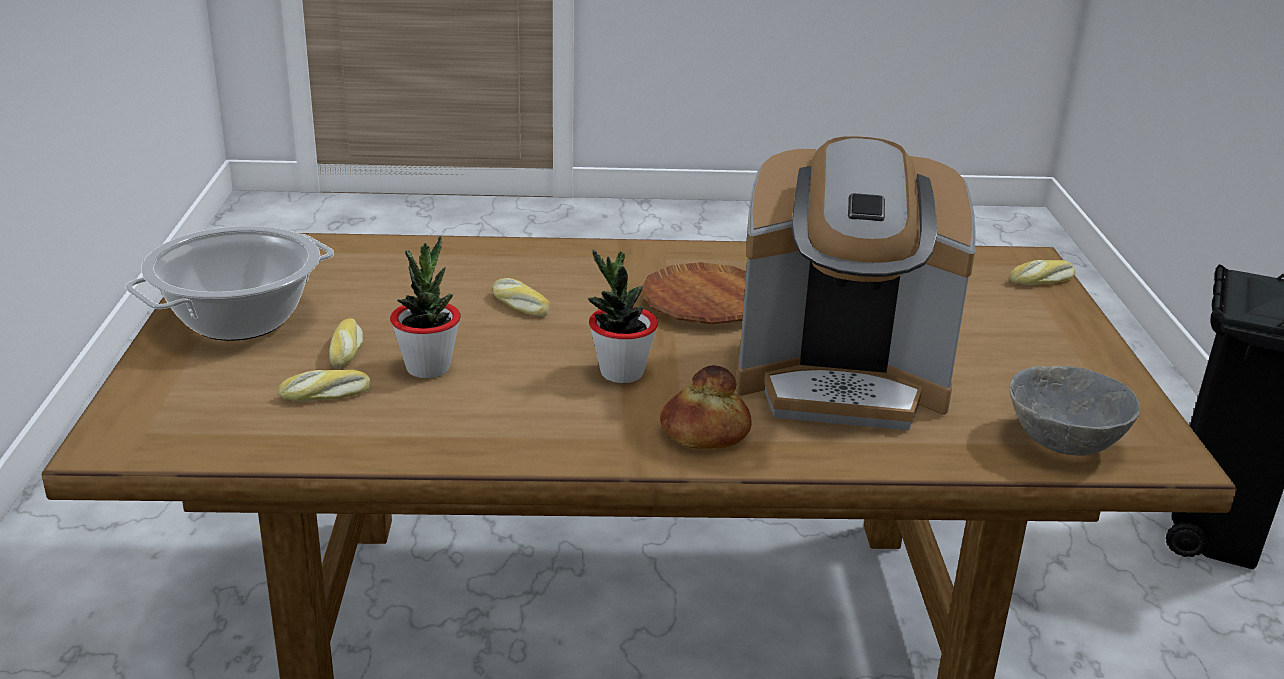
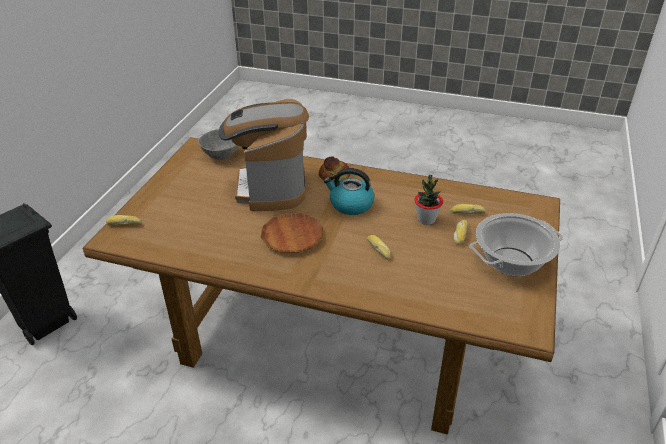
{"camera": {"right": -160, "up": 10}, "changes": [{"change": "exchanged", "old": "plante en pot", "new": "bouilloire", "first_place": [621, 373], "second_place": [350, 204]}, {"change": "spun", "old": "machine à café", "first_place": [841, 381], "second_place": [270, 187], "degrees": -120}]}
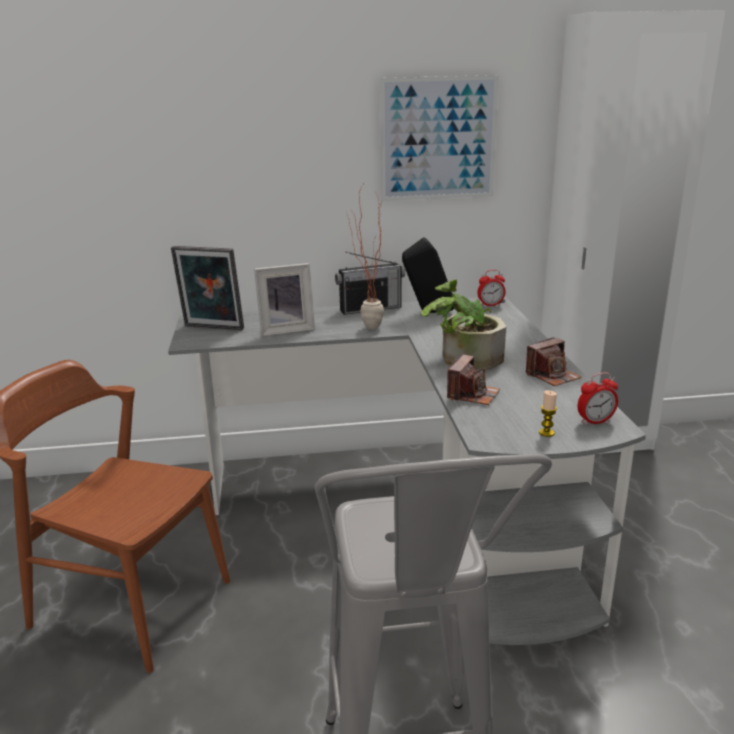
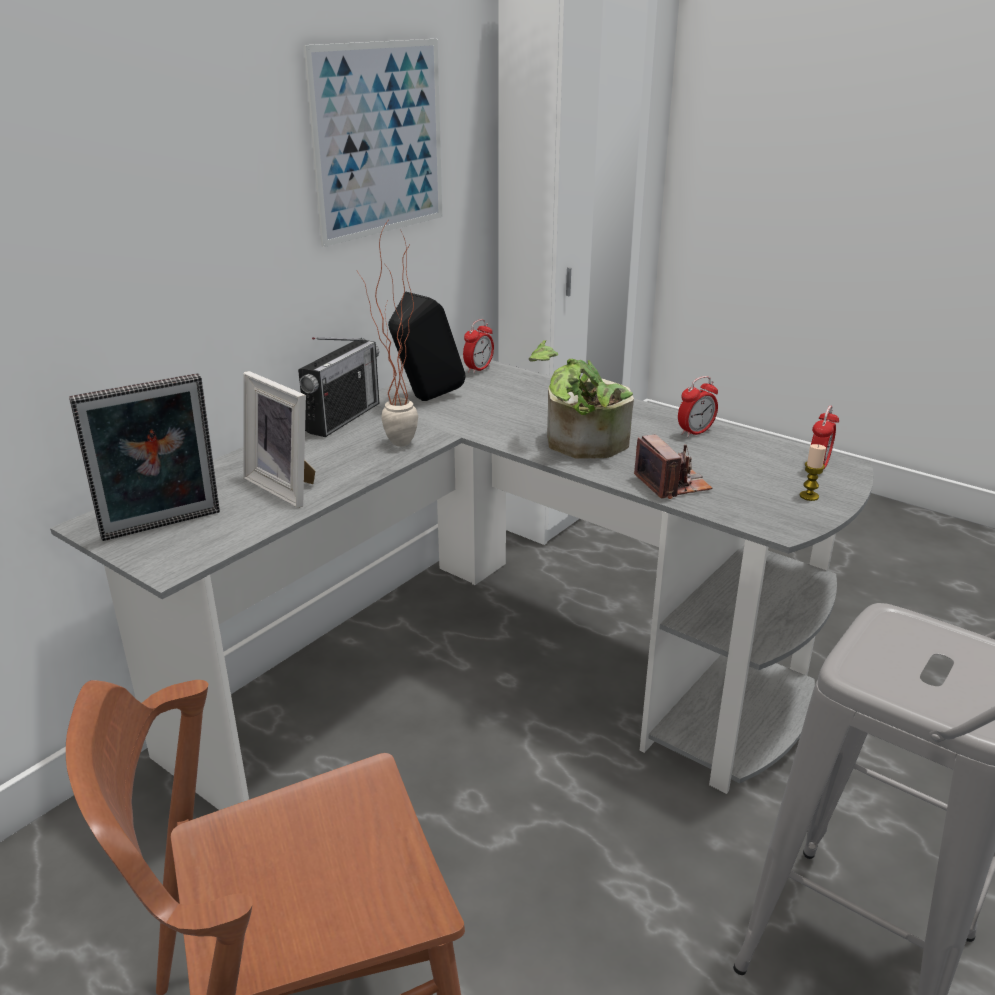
{"camera": {"right": -45, "up": 5}, "changes": [{"change": "spun", "old": "cadre photo", "first_place": [286, 329], "second_place": [287, 486], "degrees": 105}, {"change": "exchanged", "old": "appareil photo", "new": "réveil", "first_place": [552, 376], "second_place": [695, 432]}]}
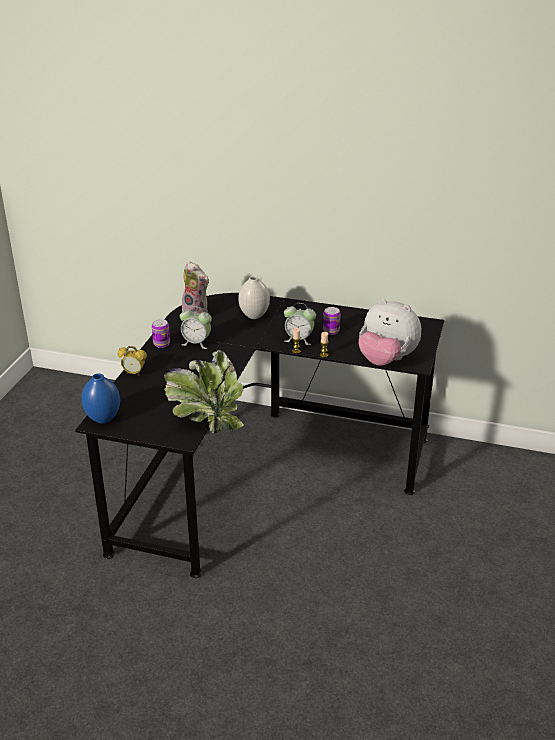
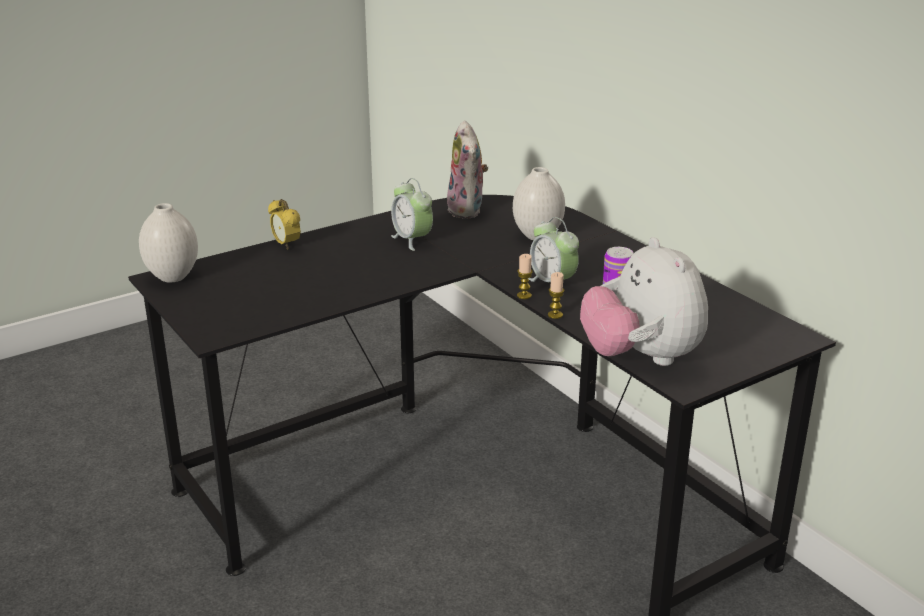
{"camera": {"right": 40, "up": -5}, "changes": [{"change": "colour", "old": "vase/bleu", "new": "vase/blanc", "first_place": [102, 418], "second_place": [172, 277]}, {"change": "missing", "old": "boîte métallique", "first_place": [161, 343]}, {"change": "missing", "old": "plante en pot", "first_place": [206, 419]}]}
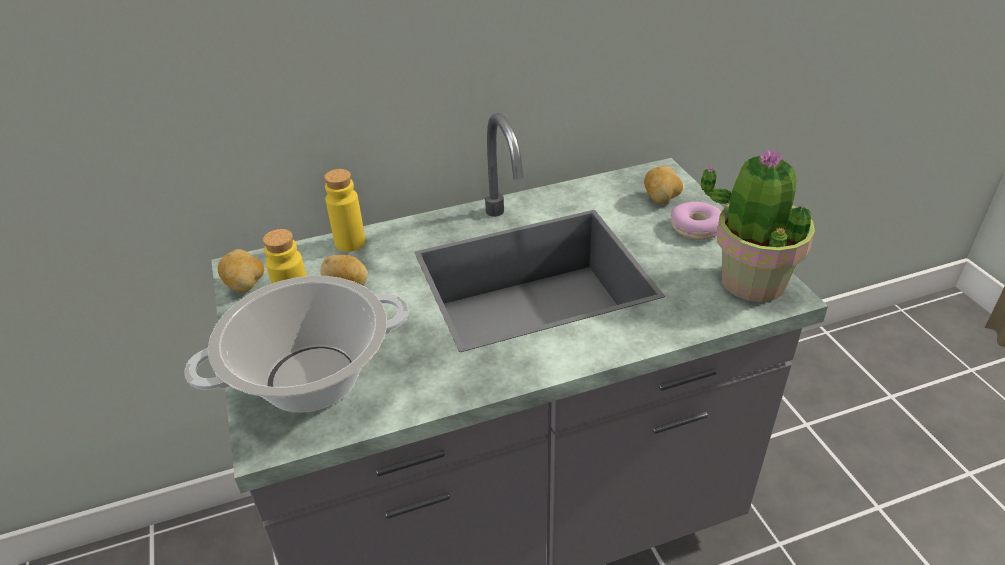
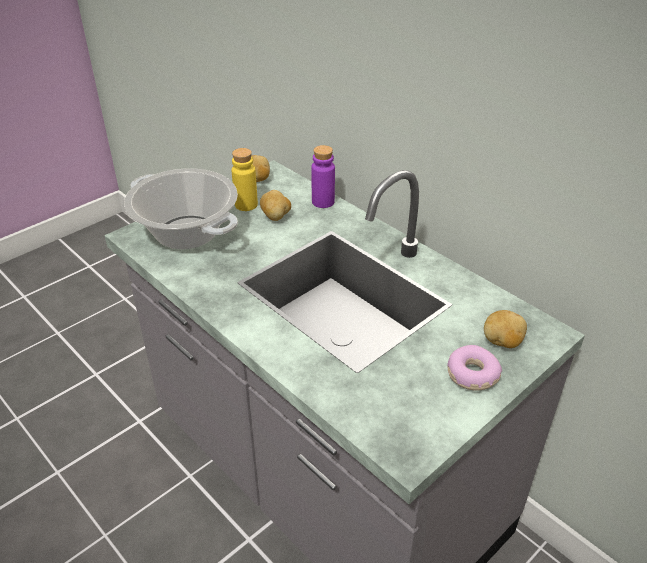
{"camera": {"right": 65, "up": 0}, "changes": [{"change": "colour", "old": "bouteille/jaune", "new": "bouteille/violet", "first_place": [350, 243], "second_place": [323, 202]}, {"change": "missing", "old": "plante en pot", "first_place": [752, 280]}]}
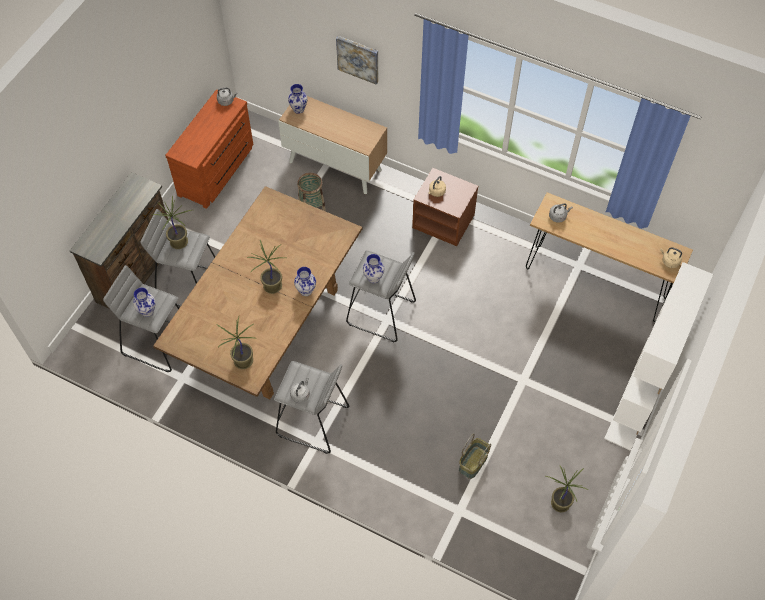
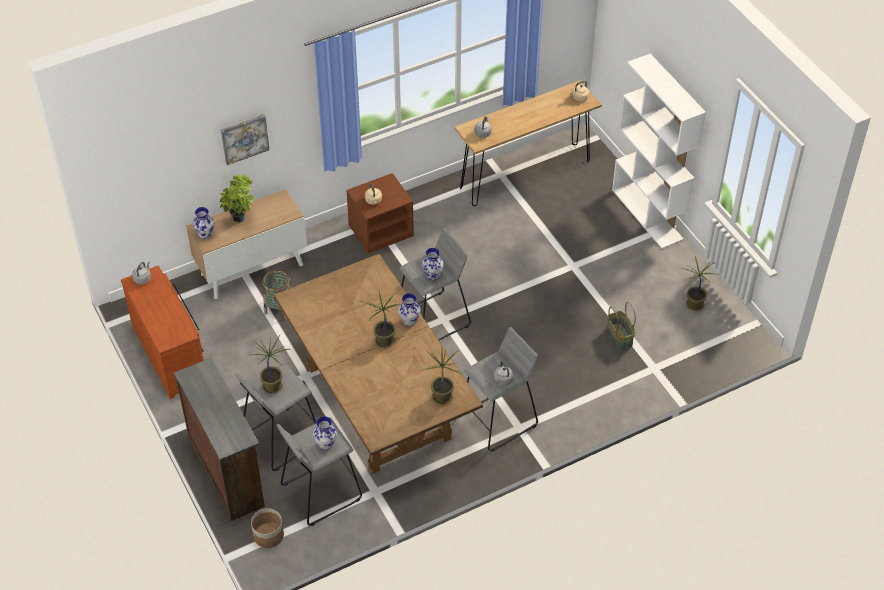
{"camera": {"right": -55, "up": -10}, "changes": [{"change": "appeared", "new": "plante en pot", "second_place": [241, 220]}, {"change": "appeared", "new": "cache-pot", "second_place": [269, 535]}]}
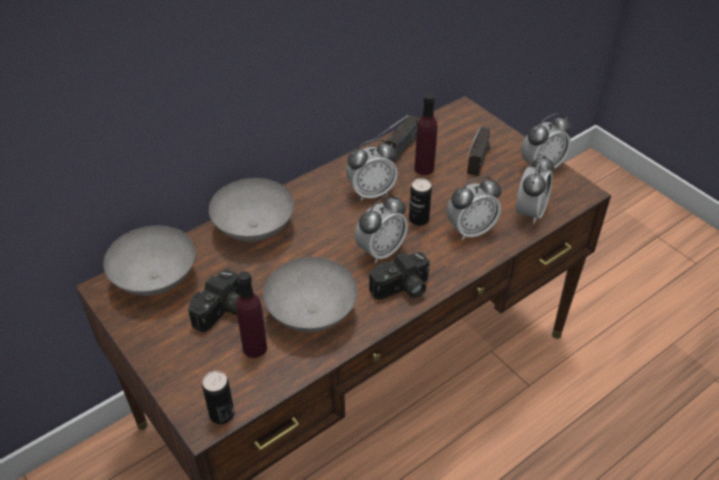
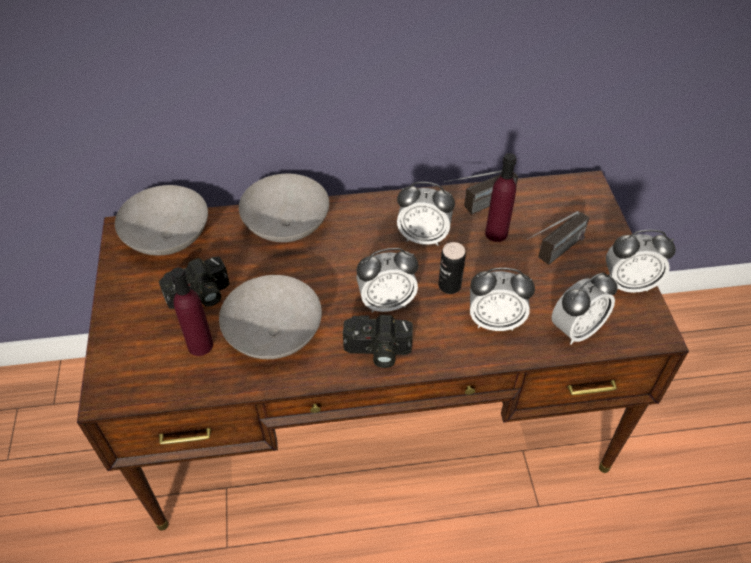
{"camera": {"right": 30, "up": 5}, "changes": [{"change": "missing", "old": "boîte métallique", "first_place": [222, 414]}]}
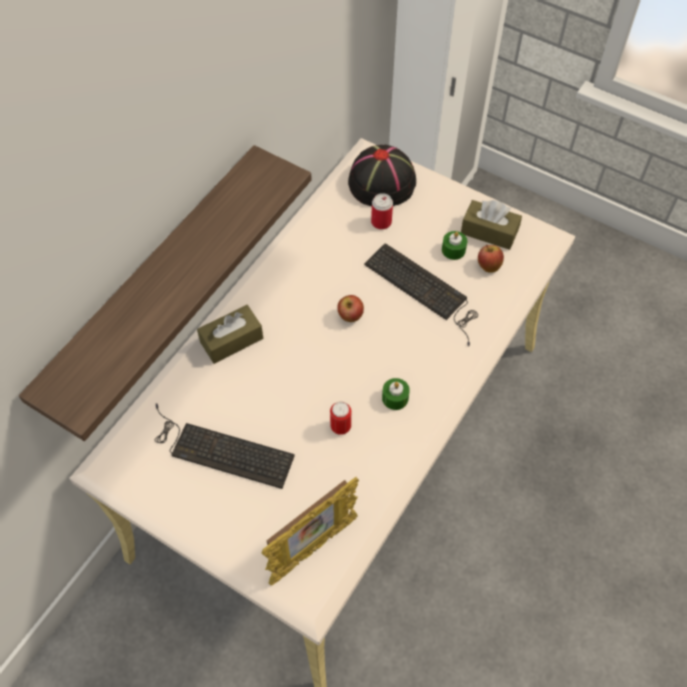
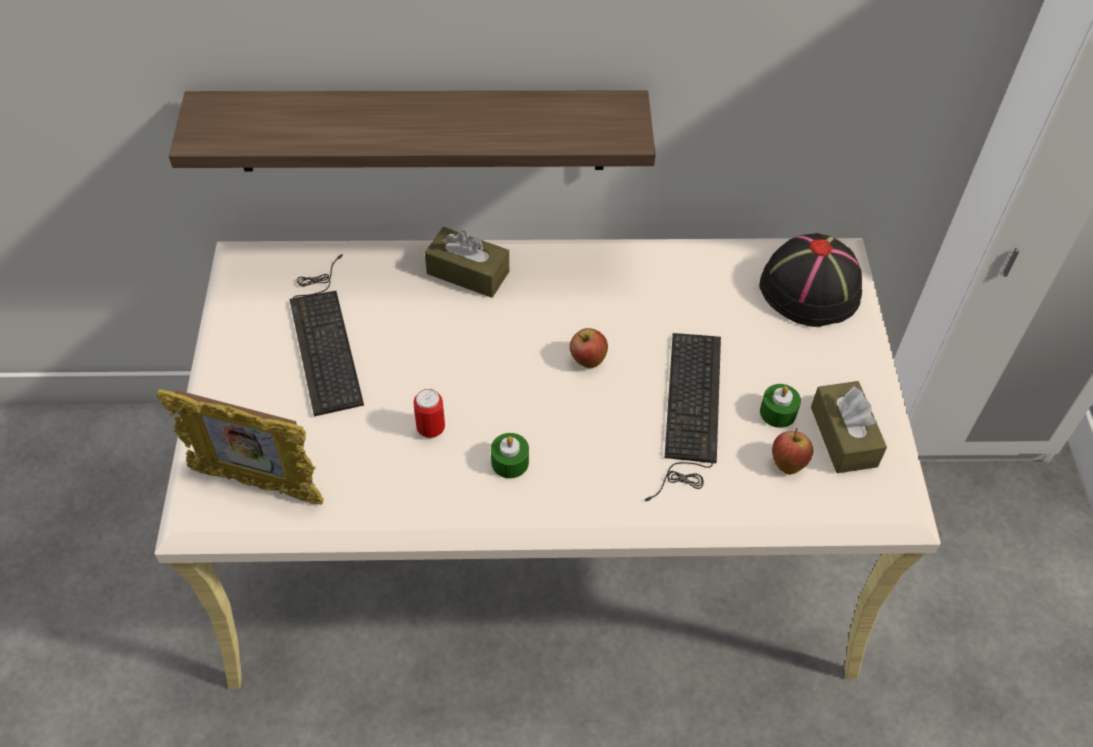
{"camera": {"right": 55, "up": -5}, "changes": [{"change": "missing", "old": "boîte métallique", "first_place": [381, 222]}]}
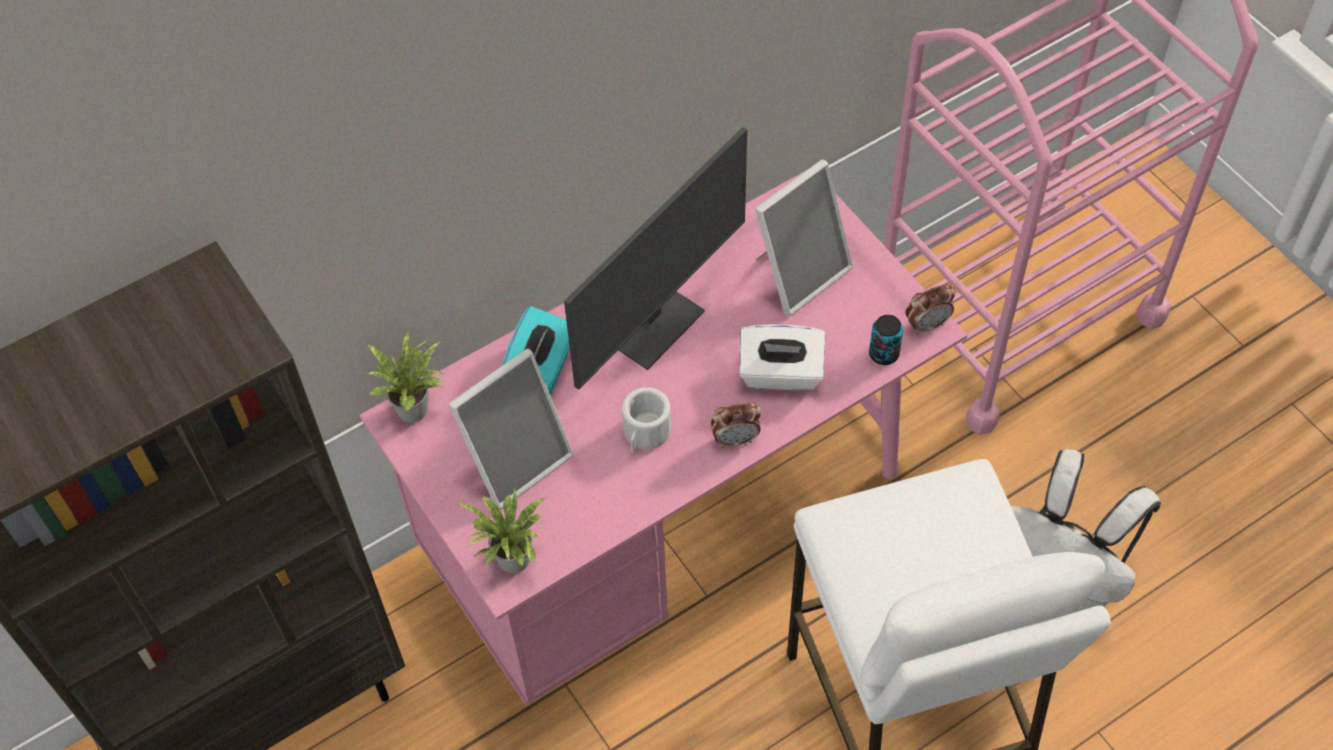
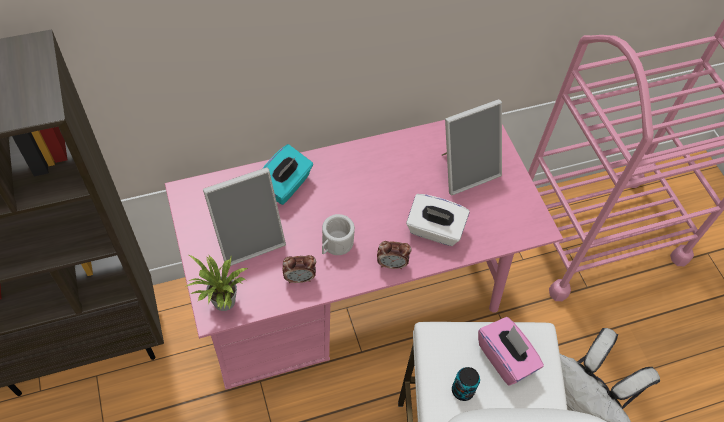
{"camera": {"right": 10, "up": 0}, "changes": [{"change": "missing", "old": "plante en pot", "first_place": [417, 408]}, {"change": "missing", "old": "écran d'ordinateur", "first_place": [651, 323]}, {"change": "relocated", "old": "boîte métallique", "first_place": [884, 354], "second_place": [462, 390]}, {"change": "relocated", "old": "réveil", "first_place": [927, 325], "second_place": [299, 278]}, {"change": "appeared", "new": "boîte à mouchoirs/rose", "second_place": [505, 358]}]}
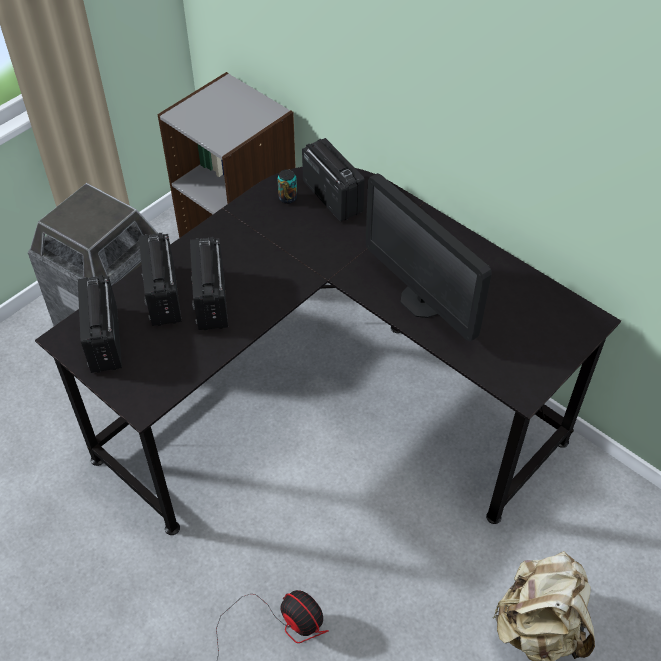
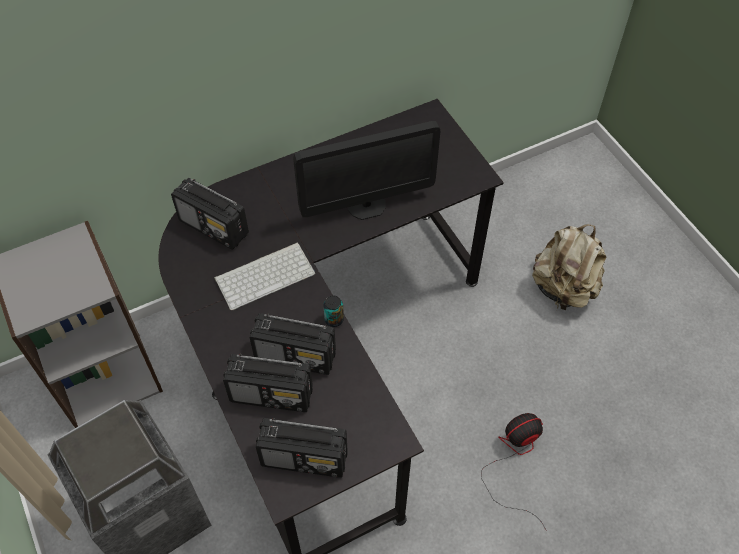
{"camera": {"right": -70, "up": 5}, "changes": [{"change": "relocated", "old": "boîte métallique", "first_place": [287, 198], "second_place": [334, 319]}, {"change": "spun", "old": "radio", "first_place": [332, 196], "second_place": [214, 227], "degrees": -135}, {"change": "appeared", "new": "clavier", "second_place": [265, 275]}]}
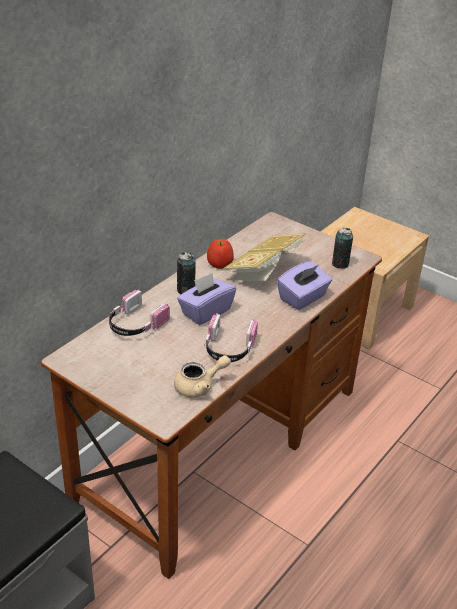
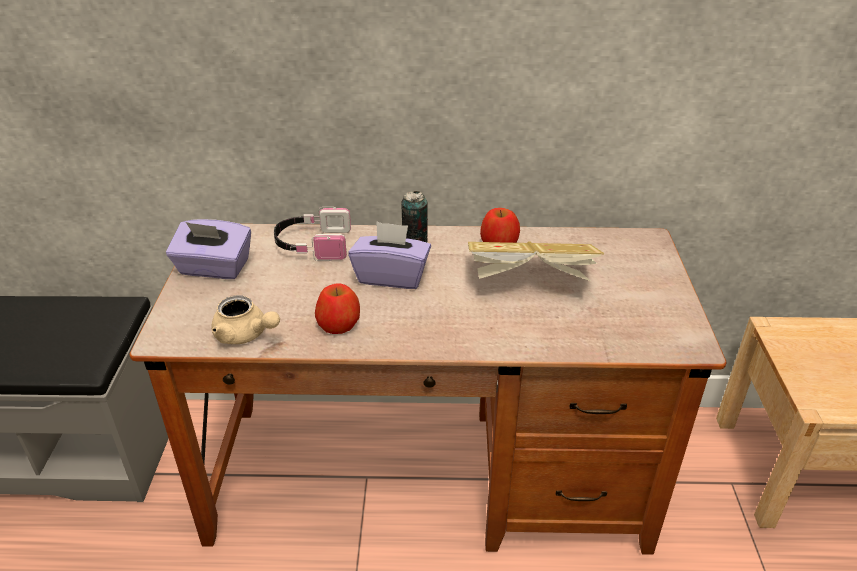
{"camera": {"right": 55, "up": 0}, "changes": [{"change": "exchanged", "old": "casque audio", "new": "pomme", "first_place": [228, 349], "second_place": [339, 324]}, {"change": "relocated", "old": "boîte à mouchoirs/violet", "first_place": [303, 298], "second_place": [214, 268]}, {"change": "missing", "old": "boîte métallique", "first_place": [340, 264]}]}
